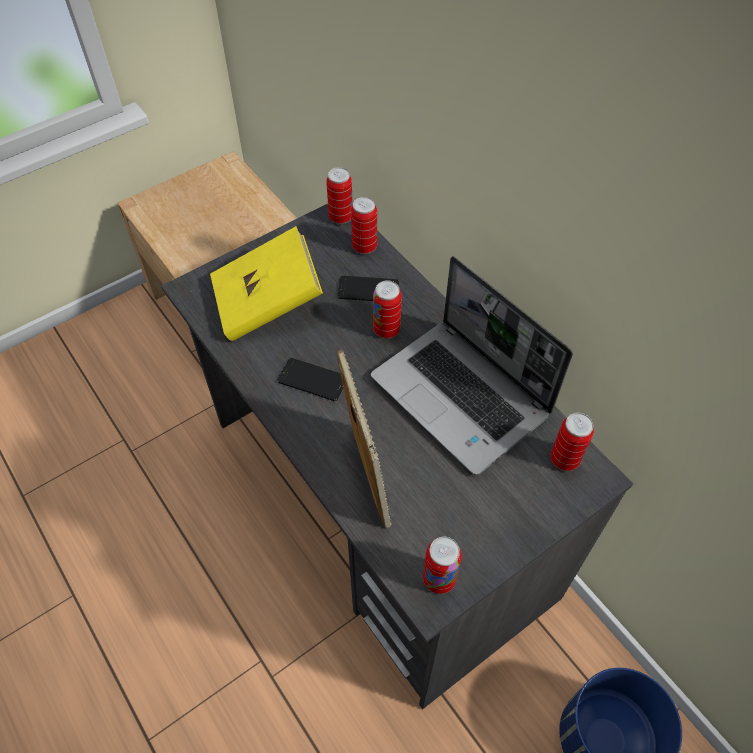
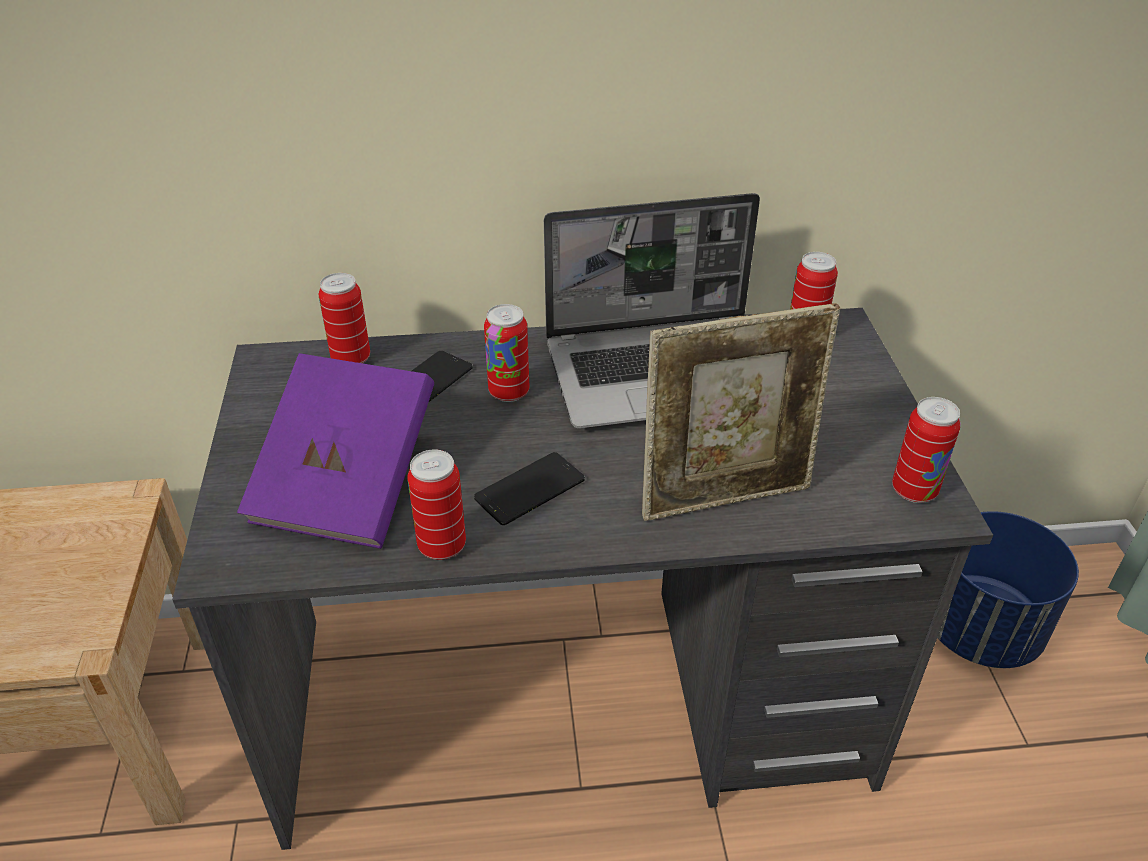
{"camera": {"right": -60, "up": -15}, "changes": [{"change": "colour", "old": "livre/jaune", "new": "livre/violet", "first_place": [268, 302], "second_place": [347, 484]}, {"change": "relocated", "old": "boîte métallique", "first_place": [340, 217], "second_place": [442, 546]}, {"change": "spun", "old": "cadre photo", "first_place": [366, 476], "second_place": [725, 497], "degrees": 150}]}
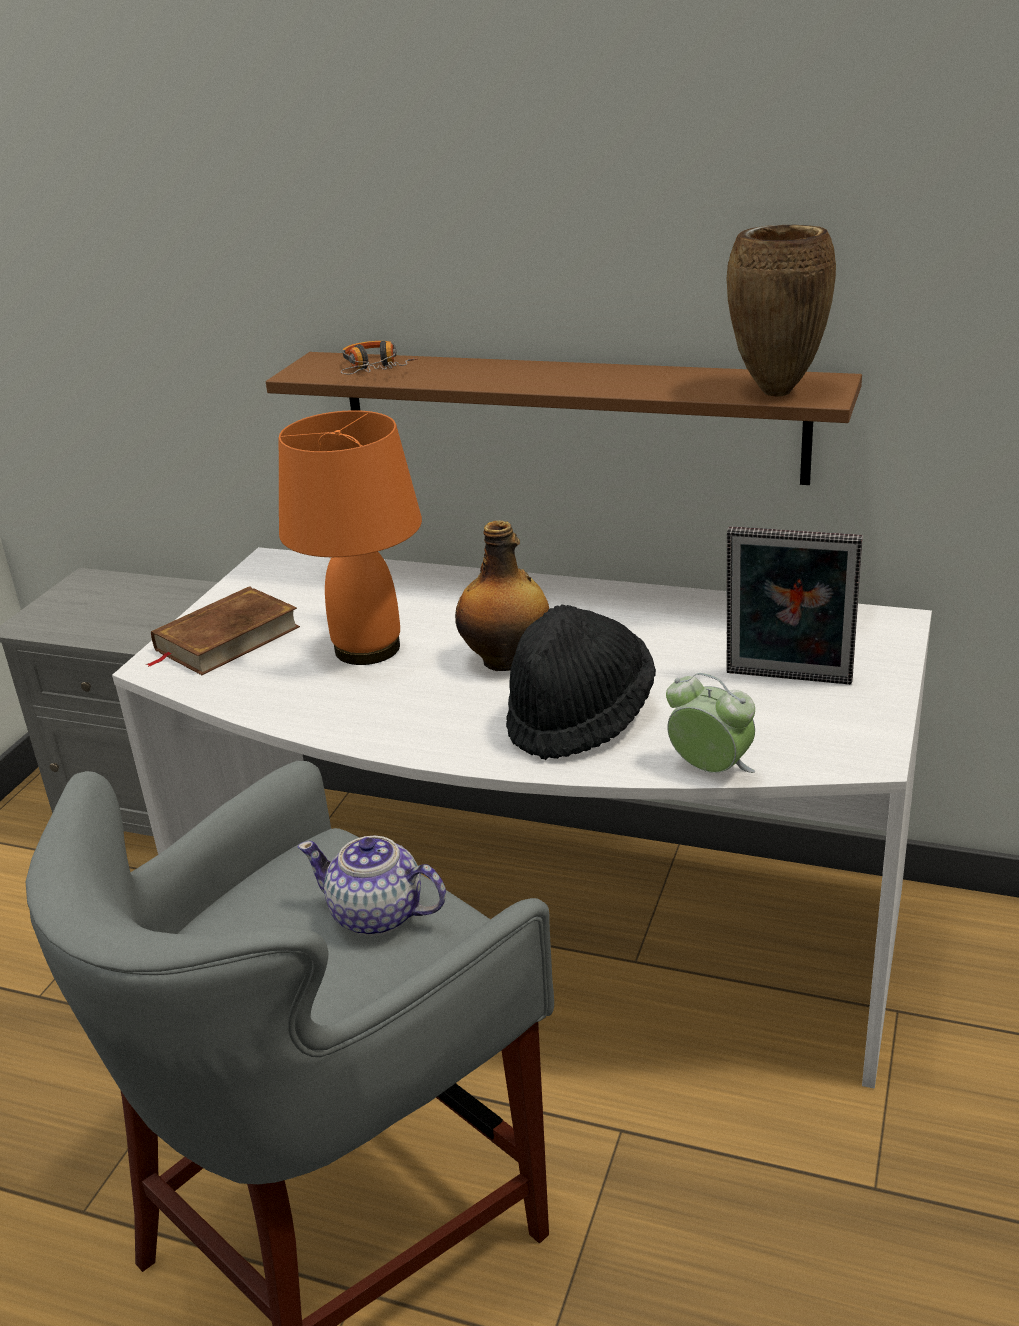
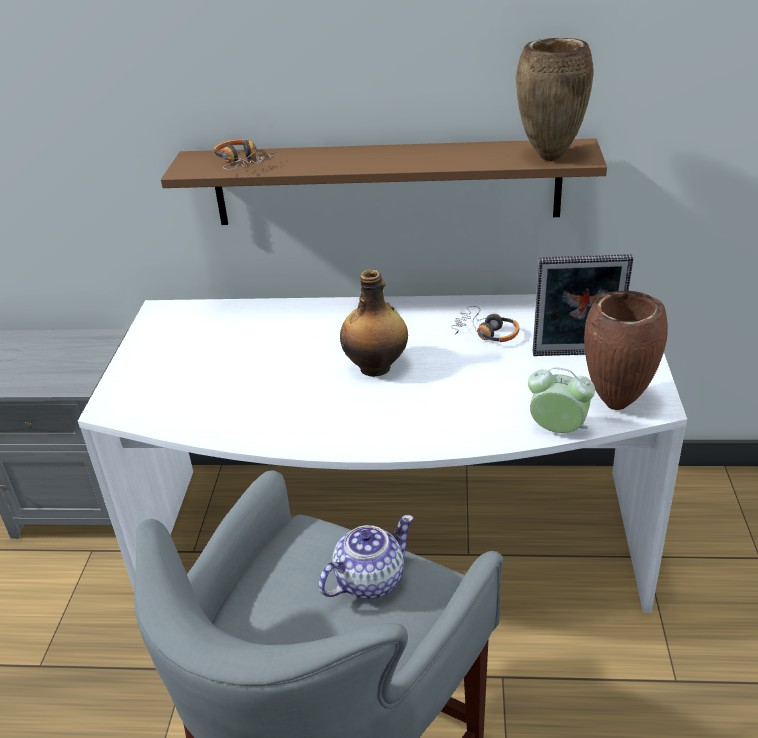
{"camera": {"right": -15, "up": 5}, "changes": [{"change": "missing", "old": "livre/marron", "first_place": [226, 638]}, {"change": "missing", "old": "lampe de table/orange", "first_place": [368, 649]}, {"change": "spun", "old": "théière", "first_place": [377, 915], "second_place": [368, 580], "degrees": 135}, {"change": "missing", "old": "chapeau/noir", "first_place": [580, 718]}, {"change": "appeared", "new": "casque audio", "second_place": [485, 332]}, {"change": "appeared", "new": "vase/marron", "second_place": [616, 405]}]}
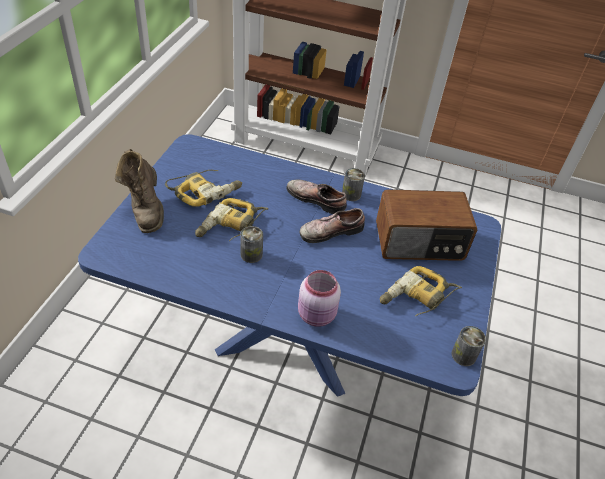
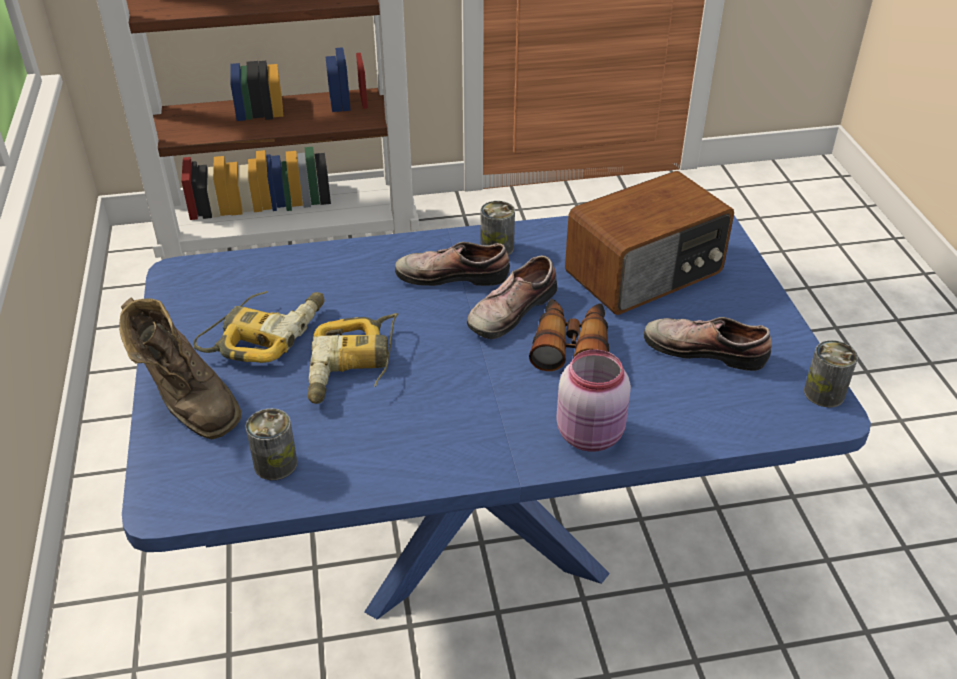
{"camera": {"right": -25, "up": -5}, "changes": [{"change": "relocated", "old": "boîte métallique", "first_place": [251, 254], "second_place": [275, 464]}, {"change": "exchanged", "old": "perceuse", "new": "chaussure", "first_place": [417, 298], "second_place": [705, 348]}, {"change": "appeared", "new": "jumelles", "second_place": [571, 345]}]}
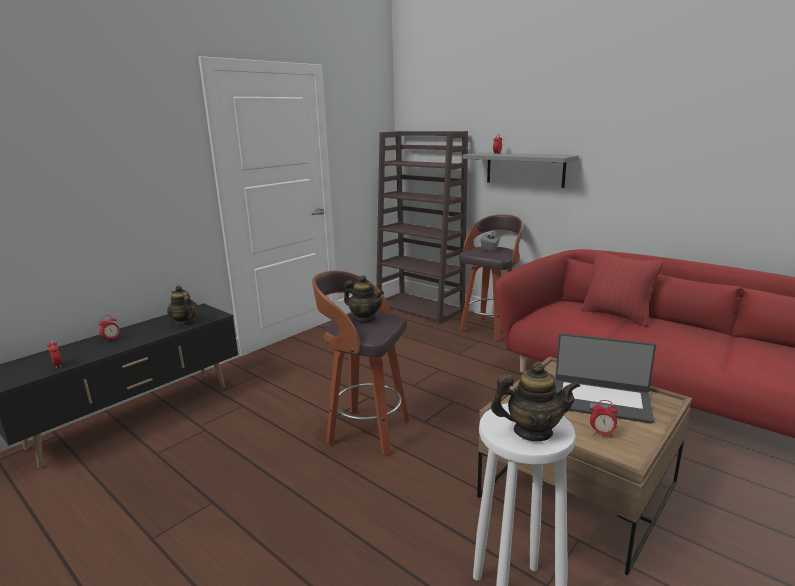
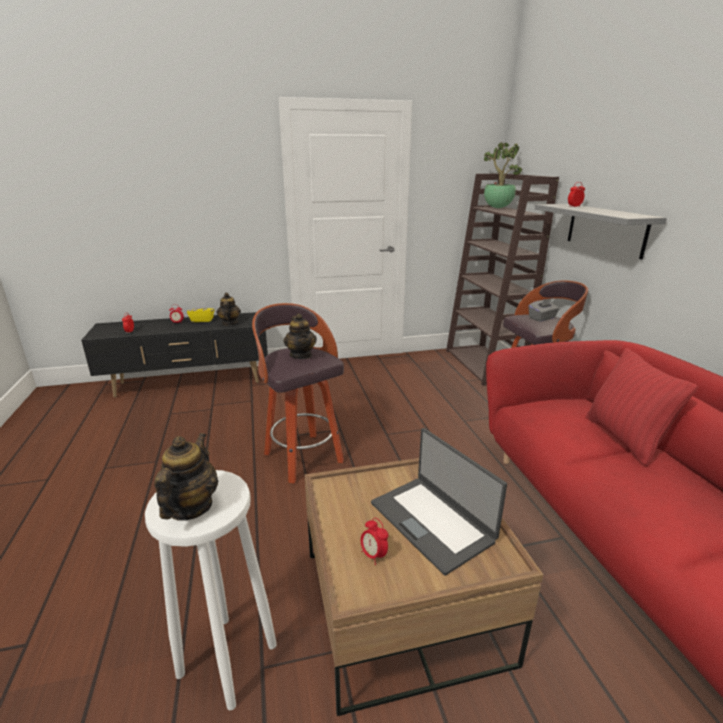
{"camera": {"right": 35, "up": 5}, "changes": [{"change": "spun", "old": "théière", "first_place": [532, 431], "second_place": [190, 507], "degrees": -120}, {"change": "appeared", "new": "boîte à mouchoirs/jaune", "second_place": [202, 320]}, {"change": "appeared", "new": "plante en pot", "second_place": [496, 208]}]}
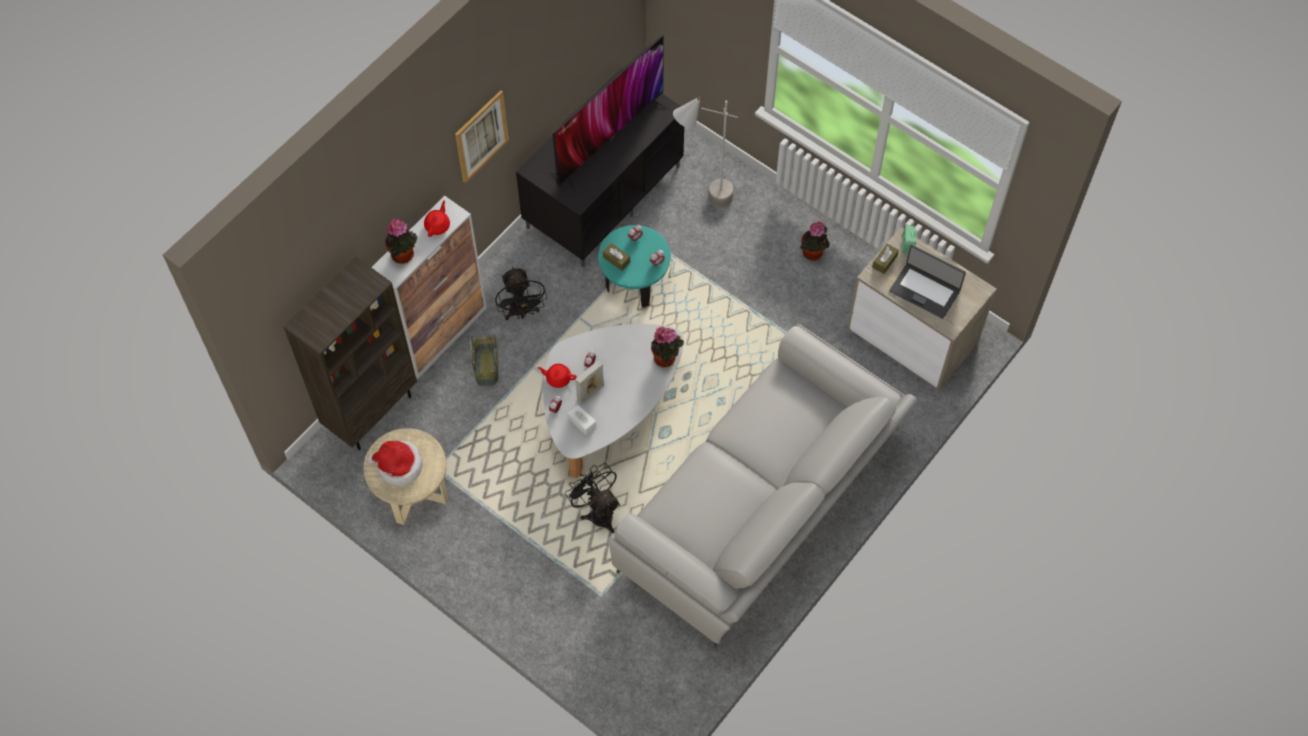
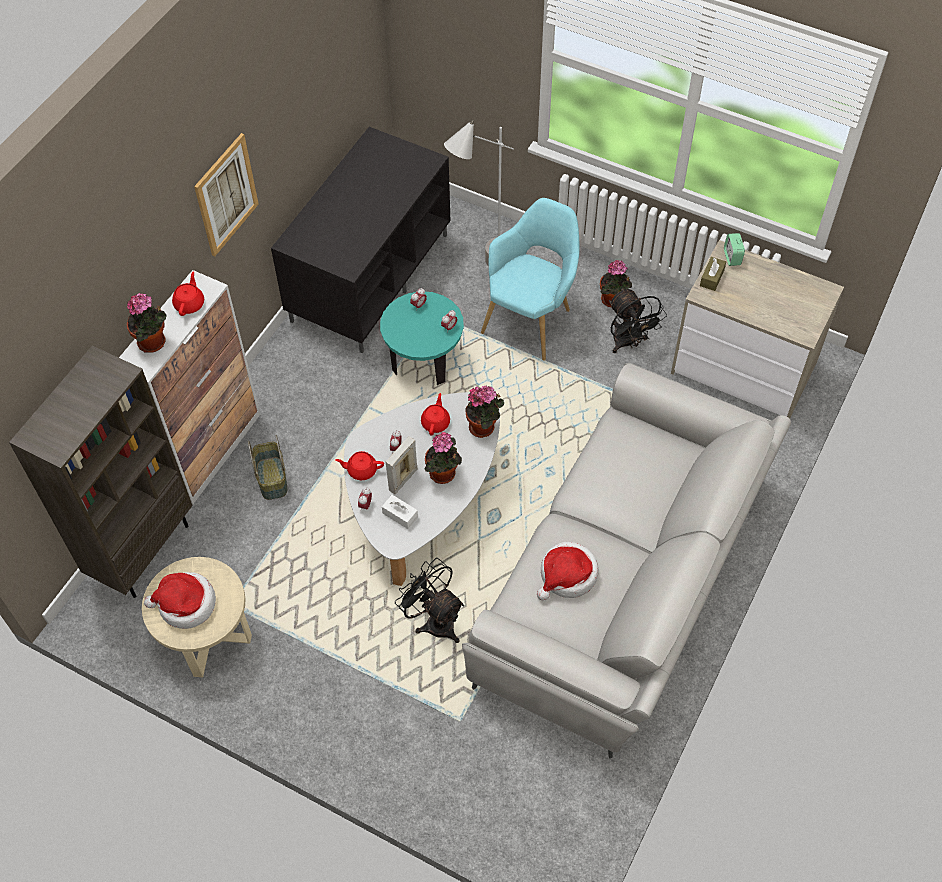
{"camera": {"right": -10, "up": -5}, "changes": [{"change": "relocated", "old": "ventilateur/noir", "first_place": [521, 312], "second_place": [628, 343]}, {"change": "missing", "old": "téléviseur", "first_place": [608, 140]}, {"change": "missing", "old": "boîte à mouchoirs/marron", "first_place": [616, 259]}, {"change": "missing", "old": "ordinateur portable", "first_place": [925, 290]}, {"change": "appeared", "new": "théière/rouge", "second_place": [436, 422]}, {"change": "appeared", "new": "plante en pot", "second_place": [443, 475]}, {"change": "appeared", "new": "fauteuil/turquoise", "second_place": [531, 318]}, {"change": "appeared", "new": "chapeau", "second_place": [567, 576]}]}
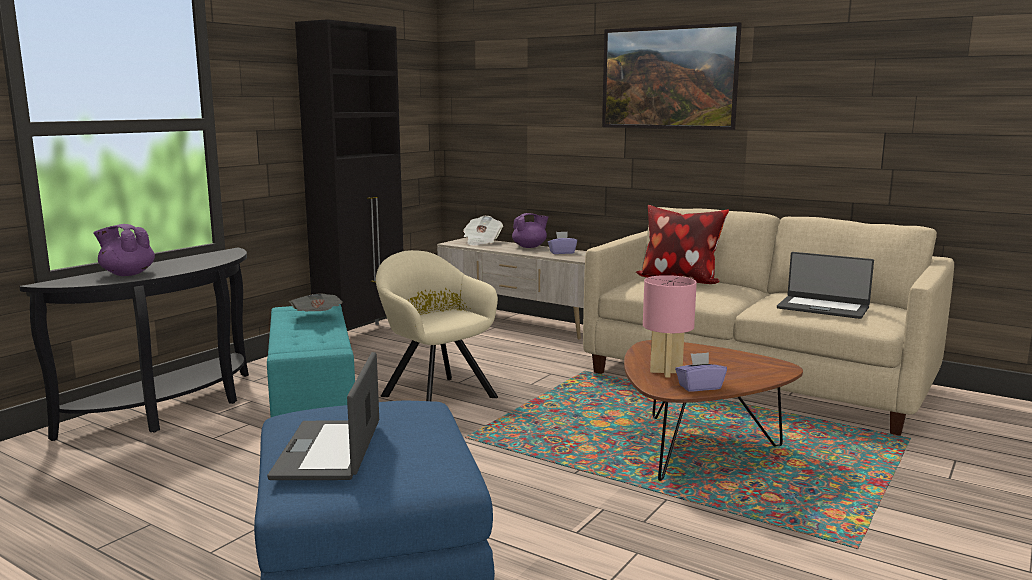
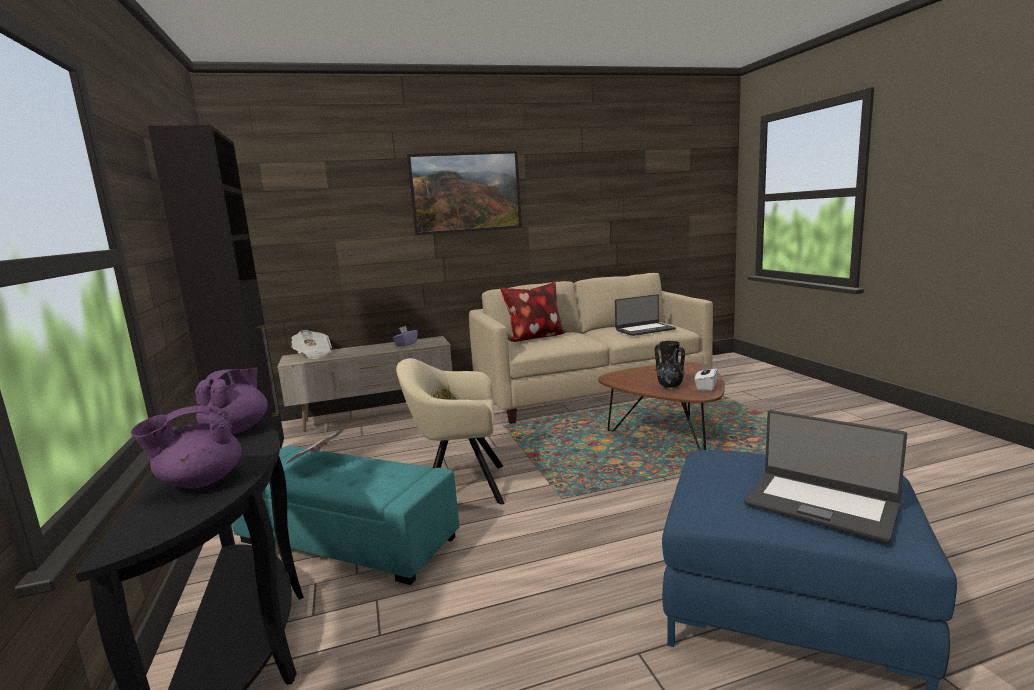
{"camera": {"right": -50, "up": 0}, "changes": [{"change": "relocated", "old": "théière/violet", "first_place": [530, 247], "second_place": [237, 429]}, {"change": "exchanged", "old": "lampe de table/rose", "new": "vase/noir", "first_place": [666, 372], "second_place": [669, 387]}, {"change": "colour", "old": "boîte à mouchoirs/violet", "new": "boîte à mouchoirs/blanc", "first_place": [699, 387], "second_place": [706, 387]}]}
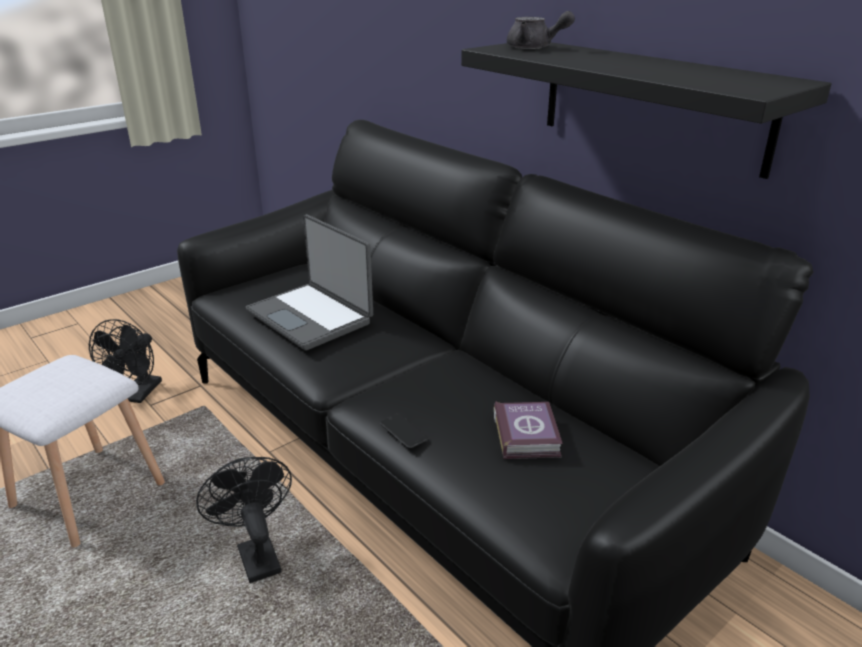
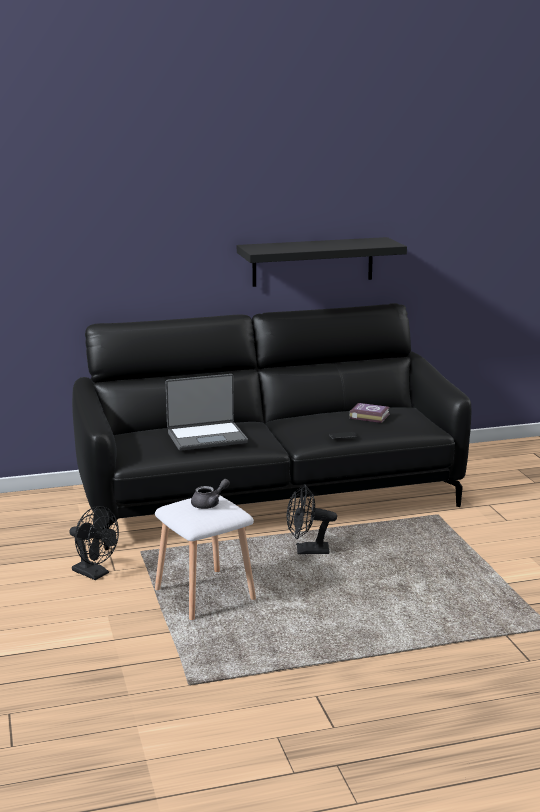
{"camera": {"right": -65, "up": -10}, "changes": [{"change": "relocated", "old": "théière/gris", "first_place": [534, 48], "second_place": [209, 504]}]}
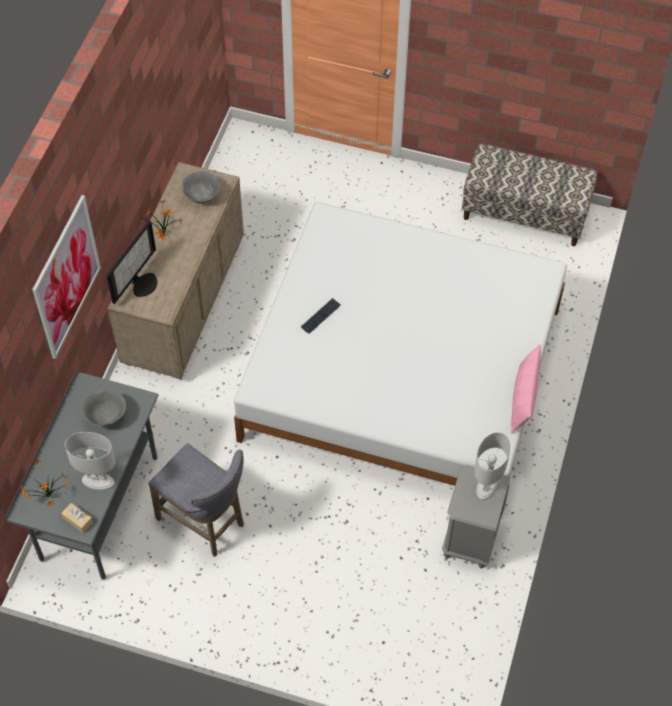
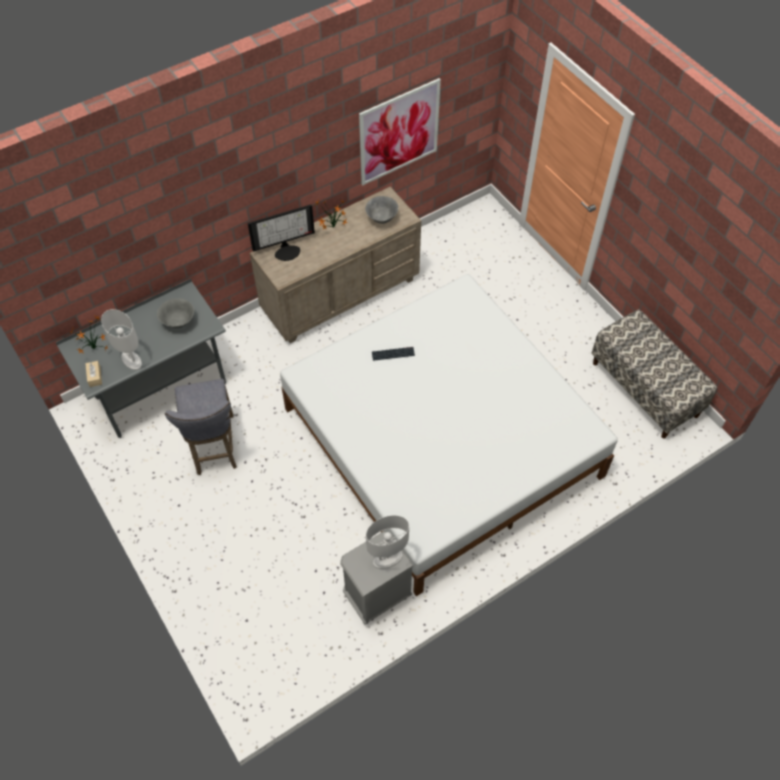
{"camera": {"right": 40, "up": 0}, "changes": [{"change": "relocated", "old": "tableau", "first_place": [66, 277], "second_place": [399, 132]}, {"change": "missing", "old": "coussin/rose", "first_place": [523, 399]}]}
